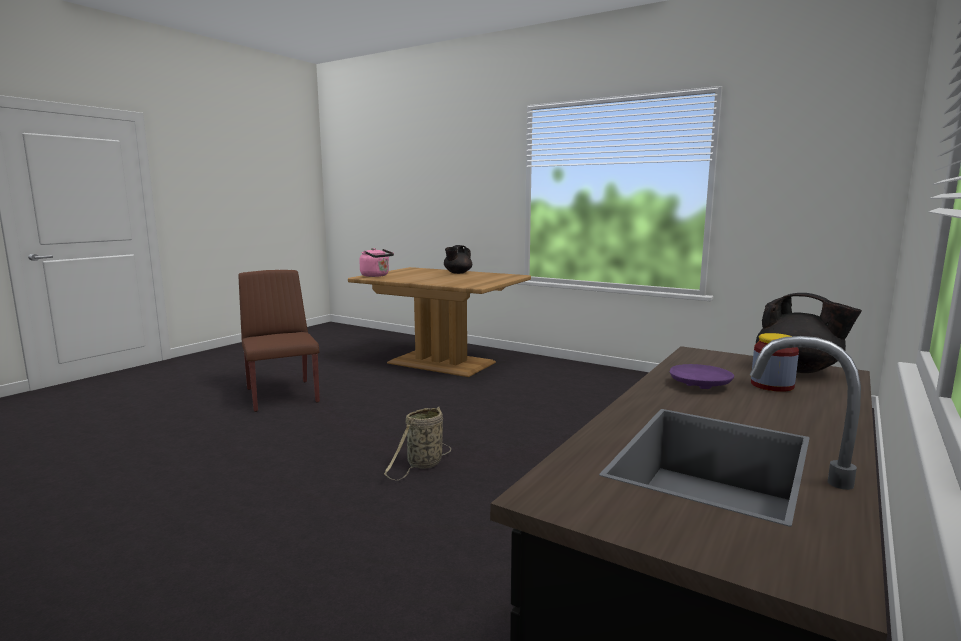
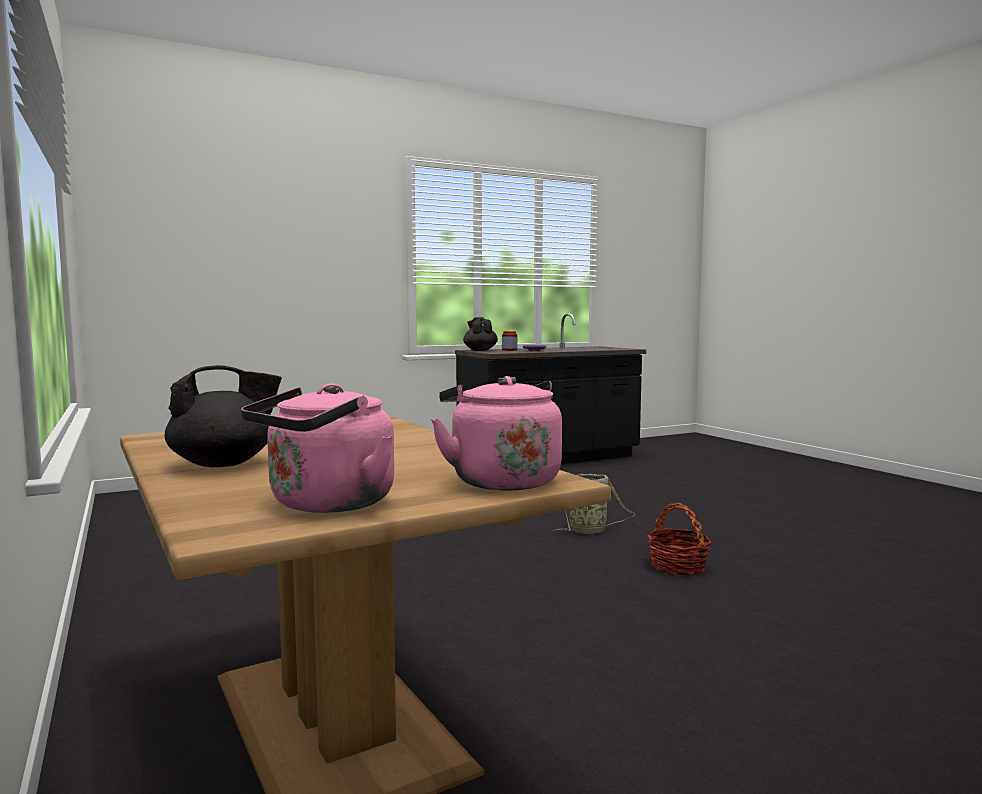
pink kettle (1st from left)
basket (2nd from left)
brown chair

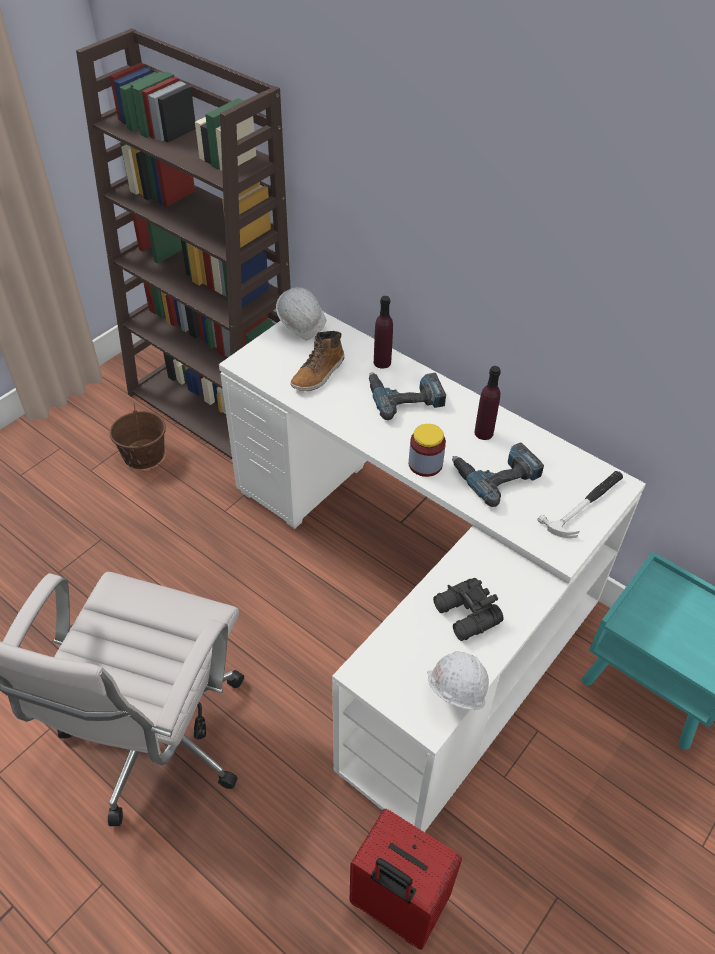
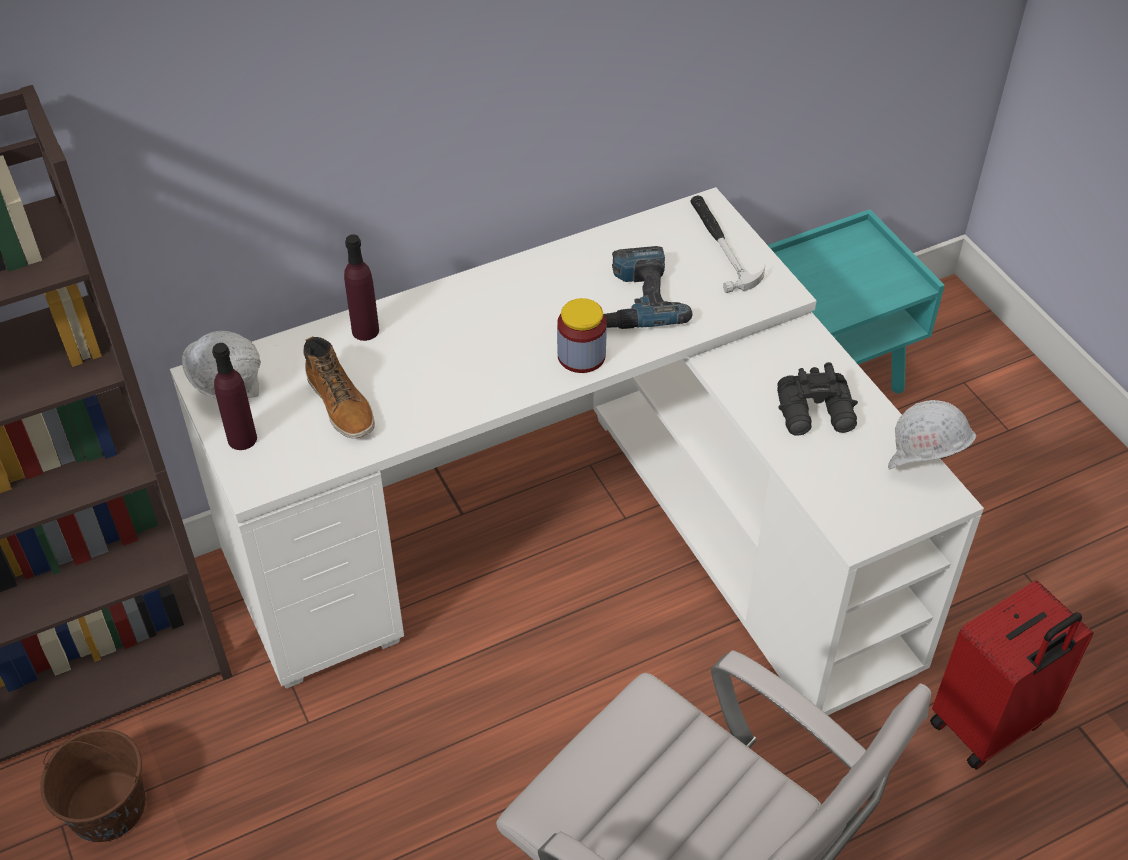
purple bottle (1st from left)
power drill (1st from left in the first image)

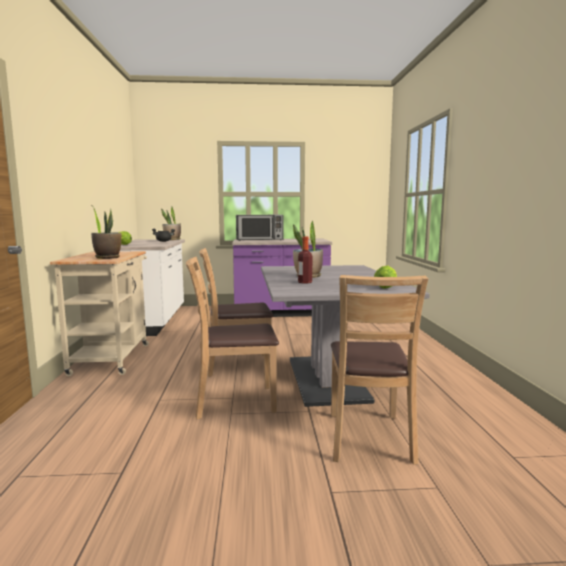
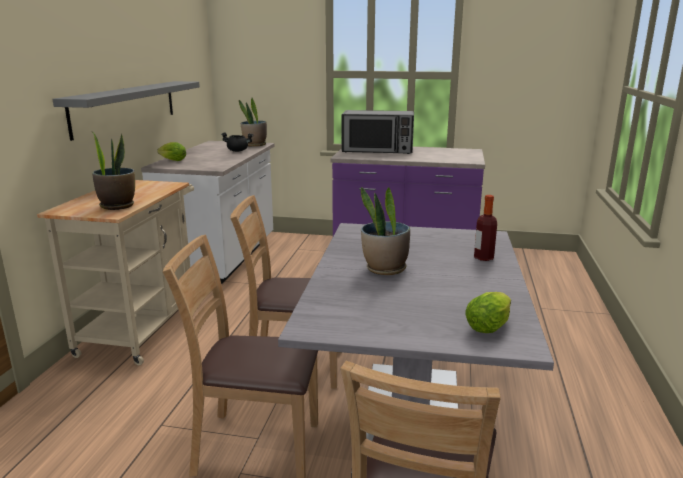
grey shelf
bottle

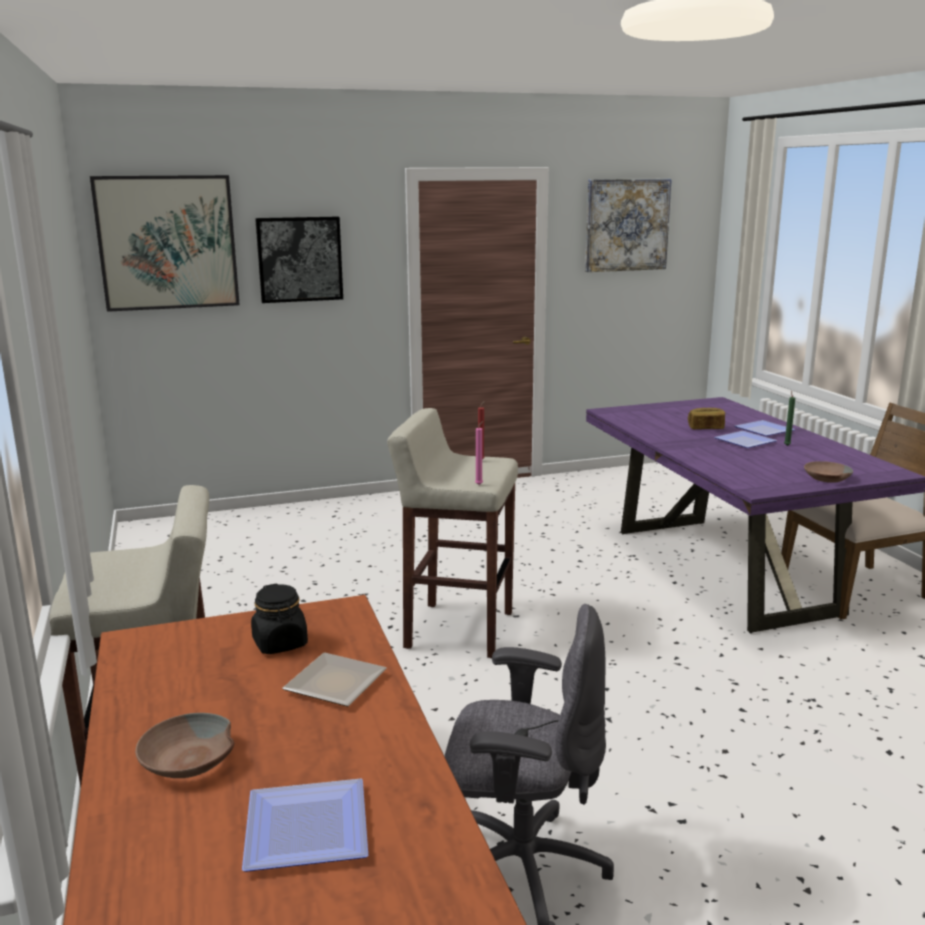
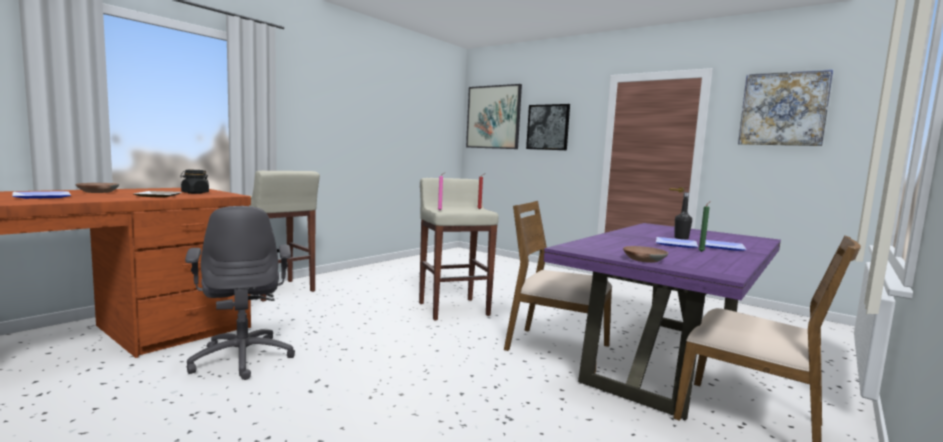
brown chair (1st from left)
black bottle

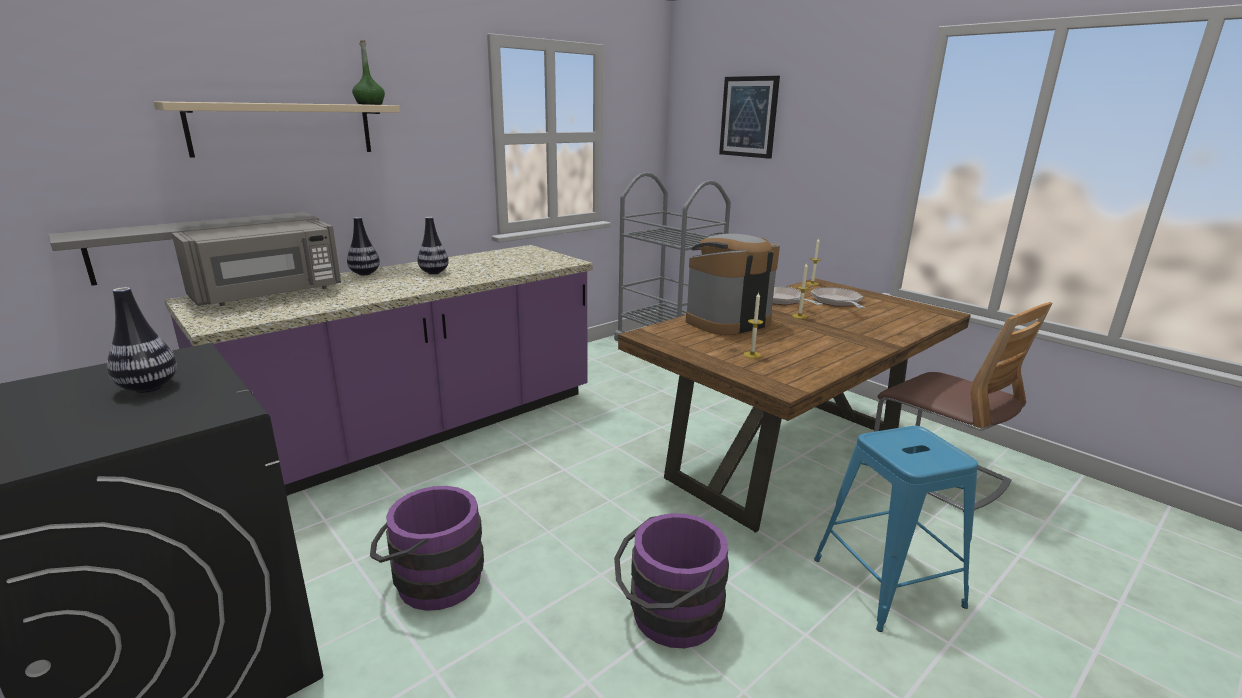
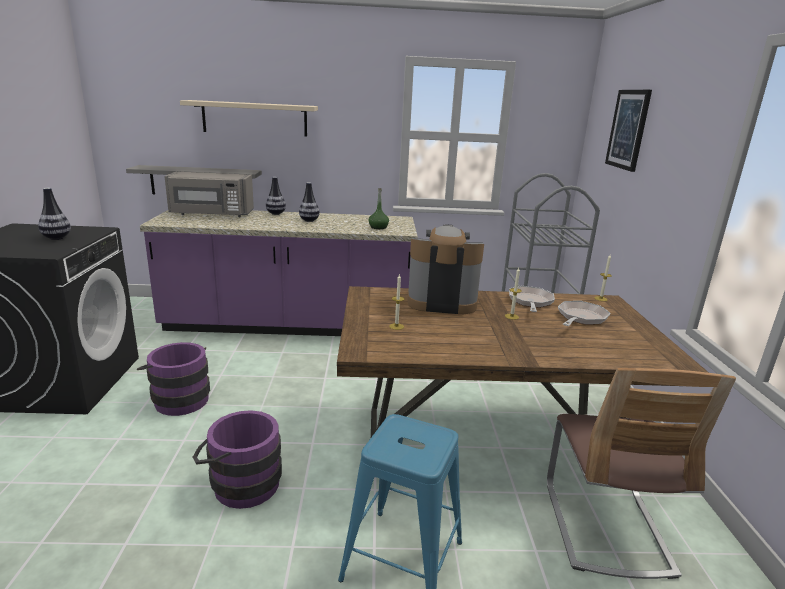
green bottle

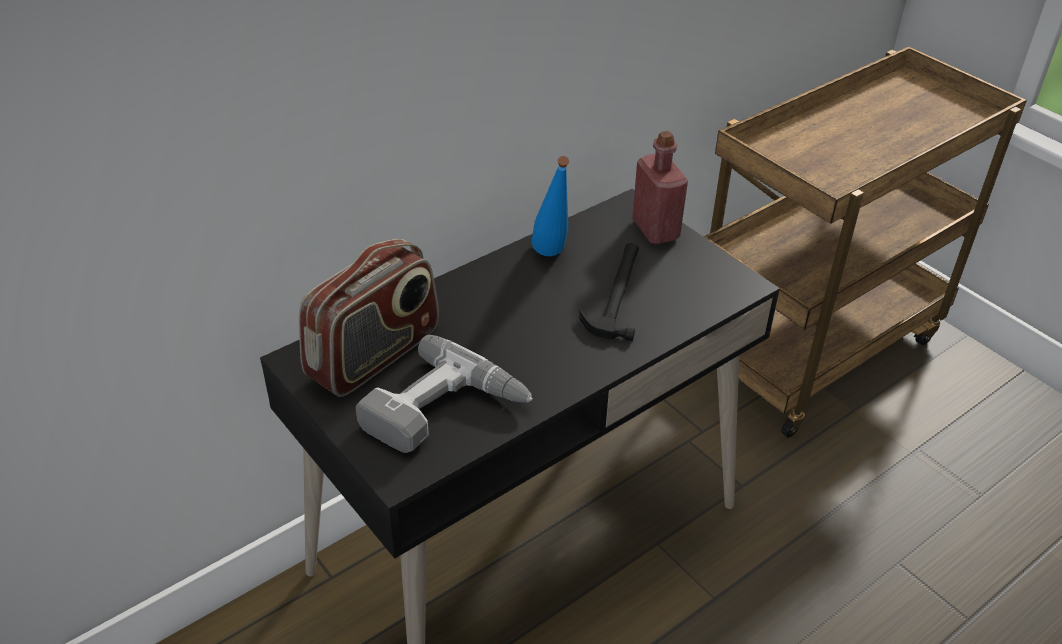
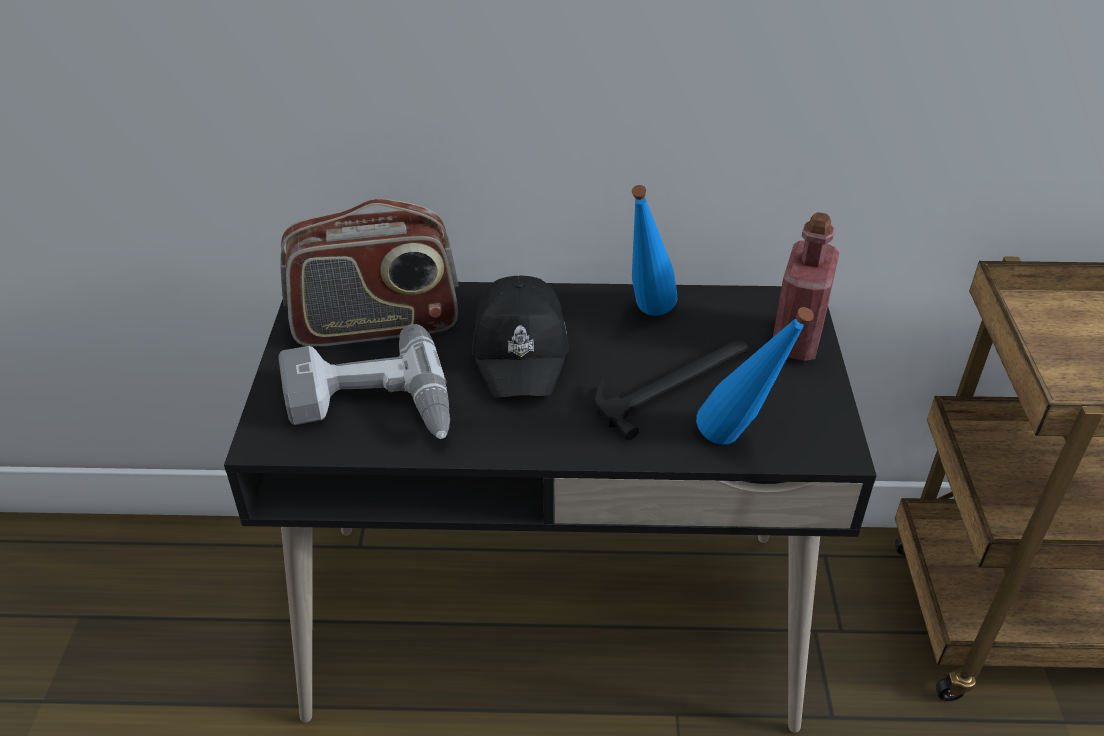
black cap
blue bottle (2nd from left)

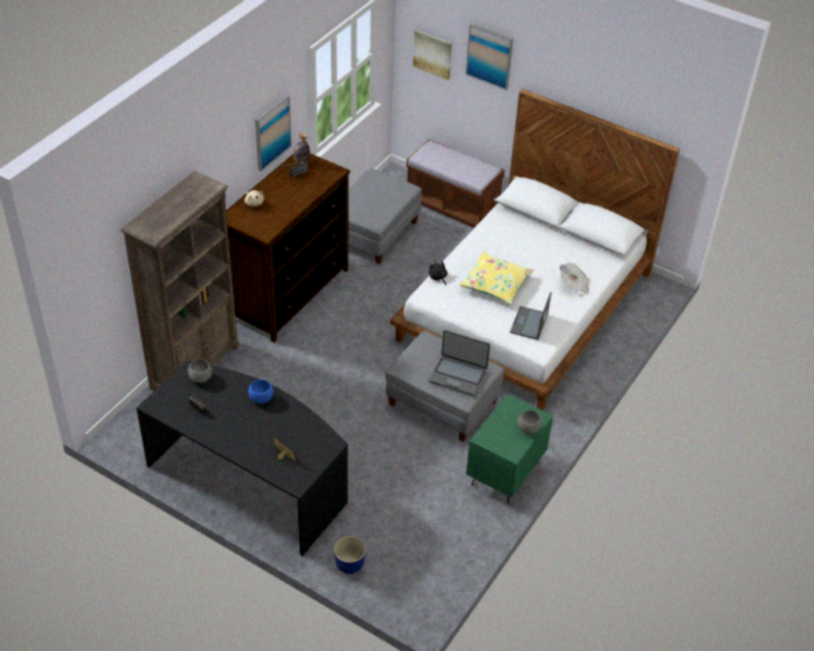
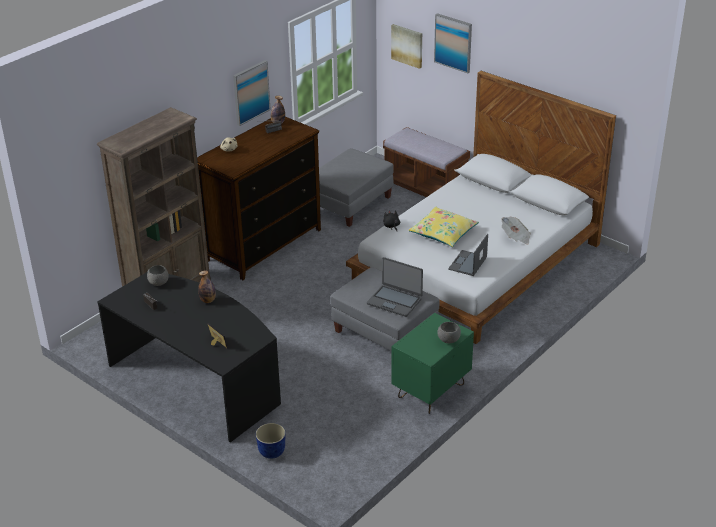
bottle (1st from left)

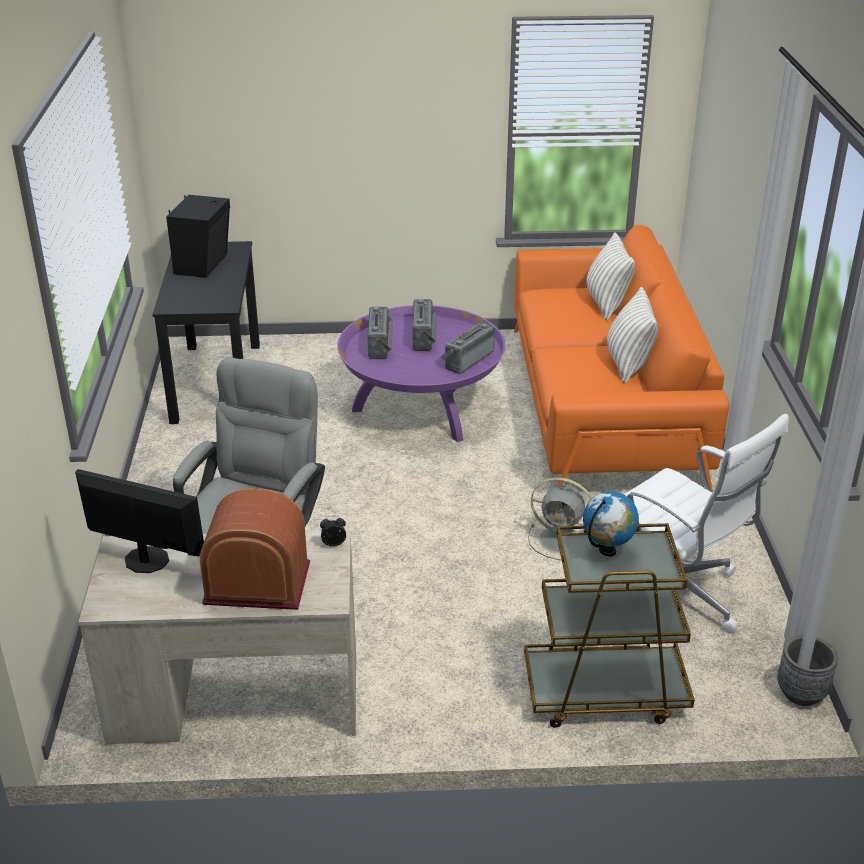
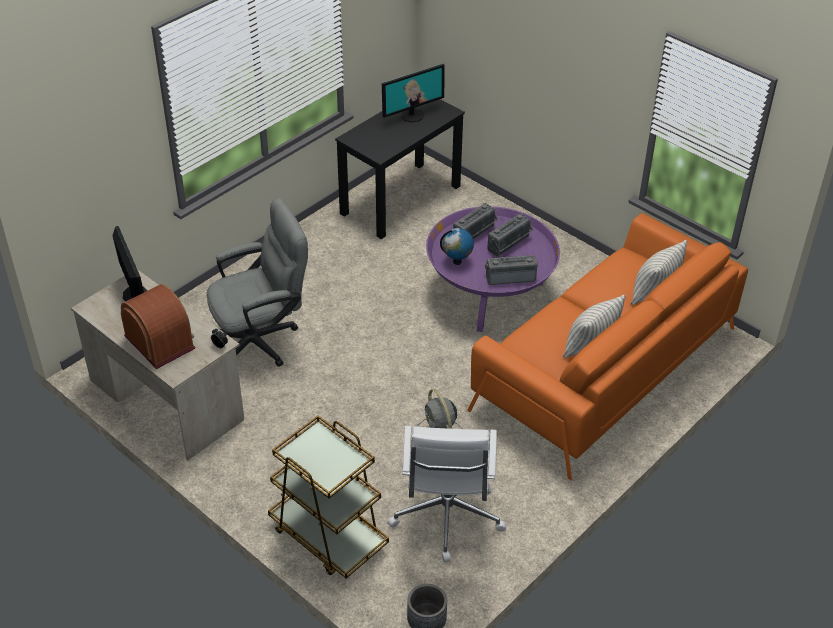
monitor (2nd from left)
globe

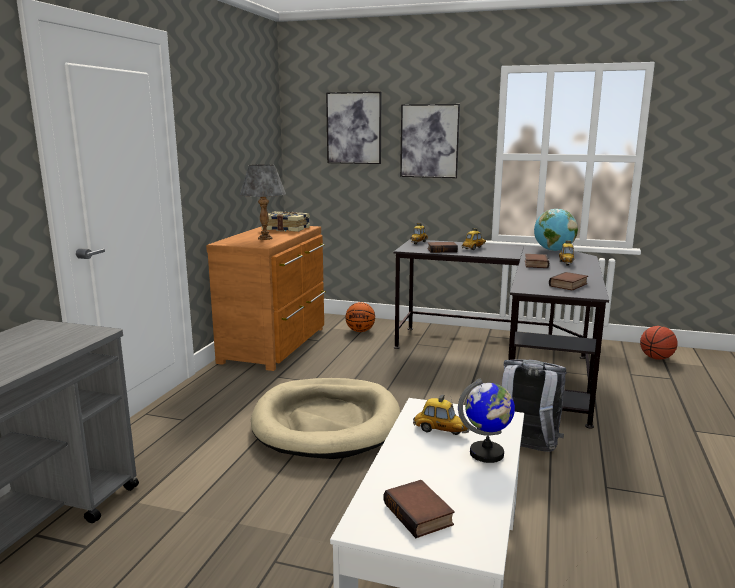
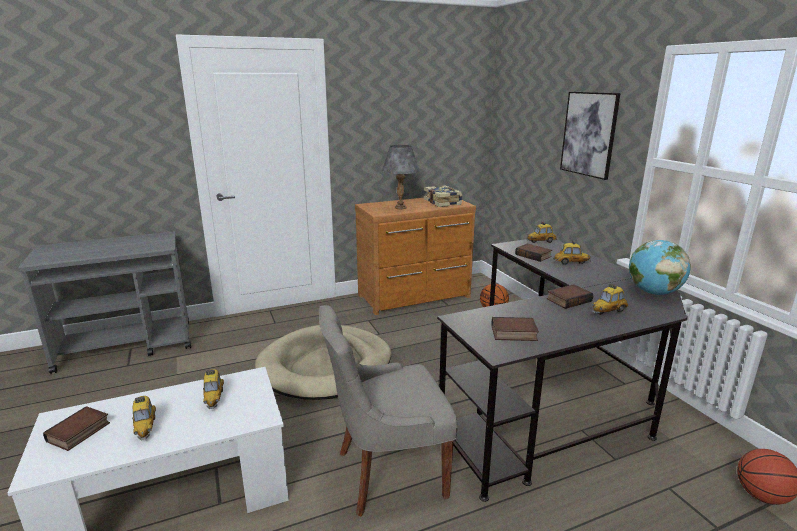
toy car (1st from left)
grey chair
picture (1st from left in the first image)
globe (1st from left in the first image)

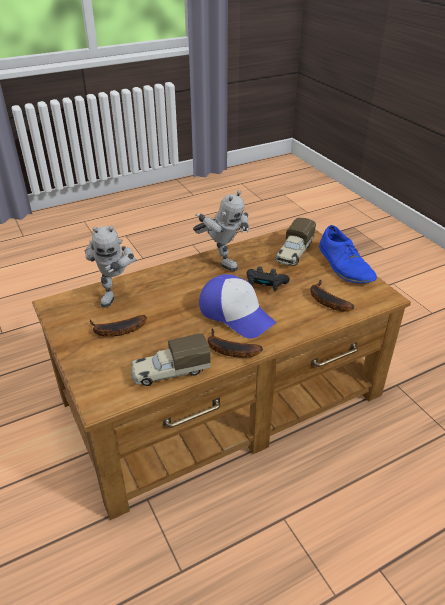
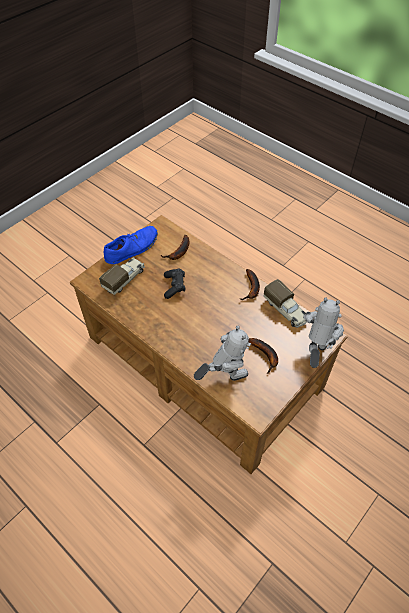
toy truck (1st from left)
toy robot (2nd from left)
cap

